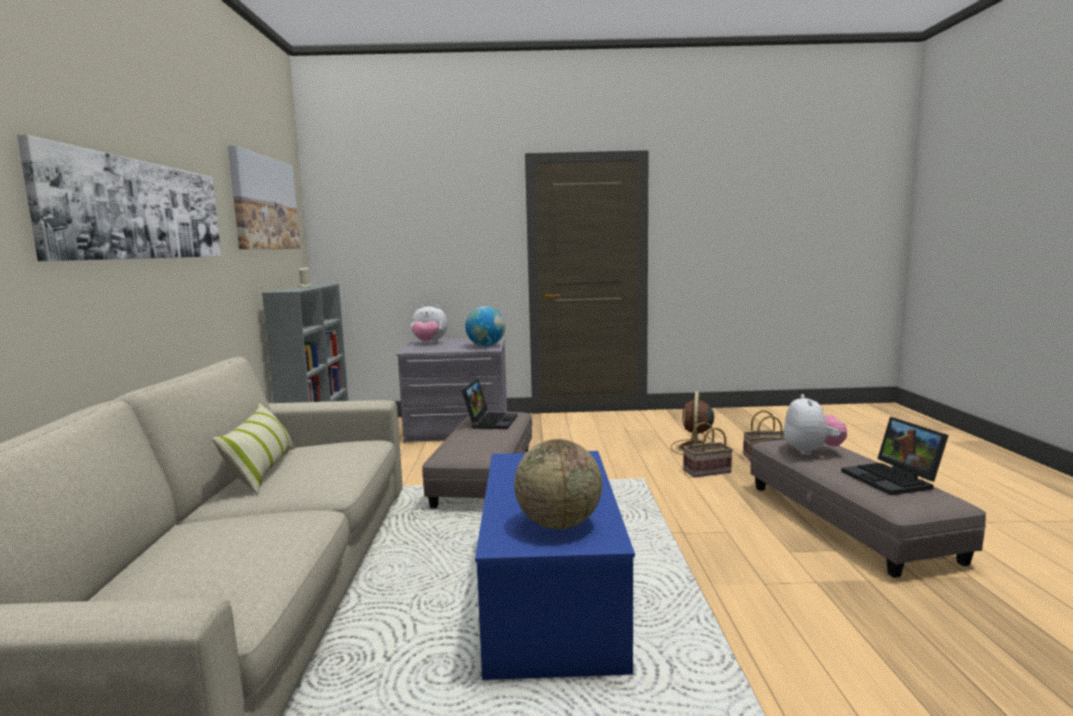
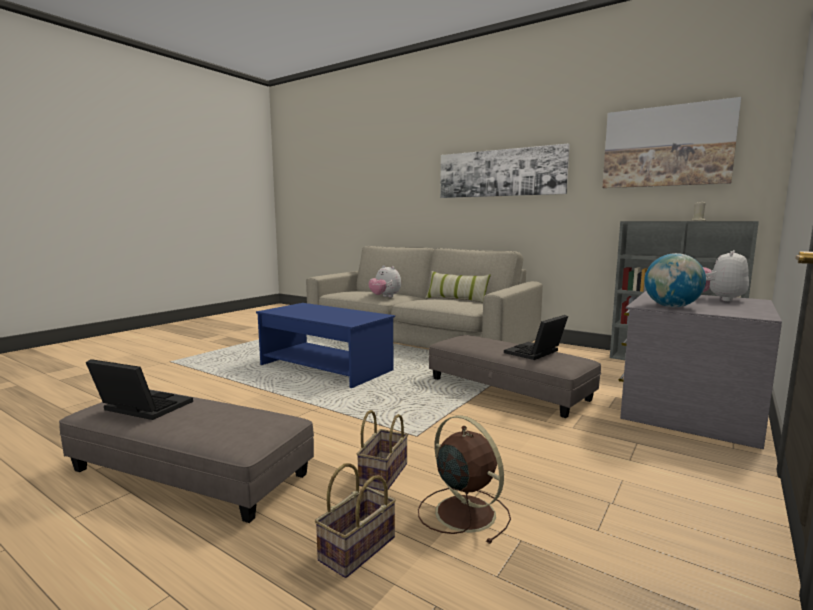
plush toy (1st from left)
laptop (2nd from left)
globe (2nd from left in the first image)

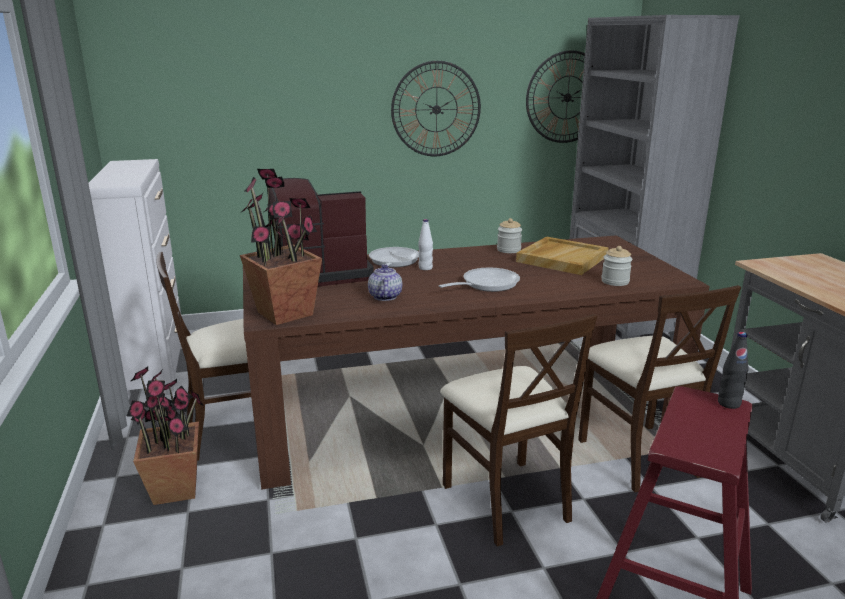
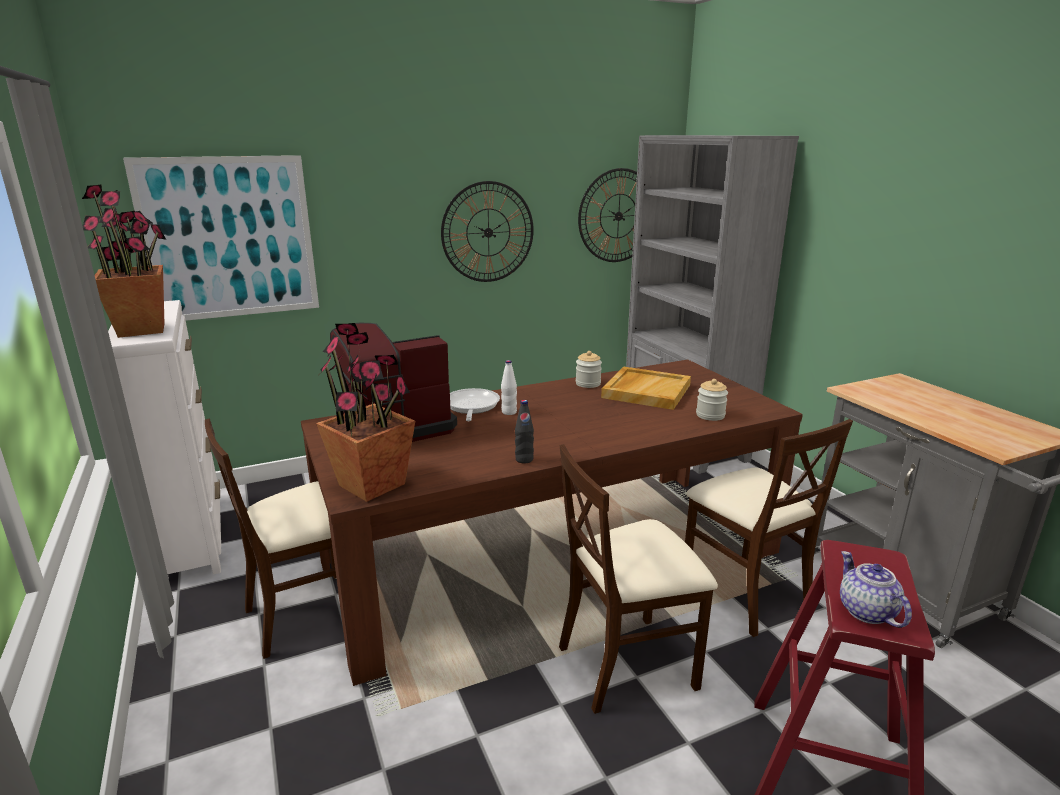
potted plant (1st from left)
picture
black bottle
beige chair (2nd from left)
teapot
frying pan (2nd from left in the first image)

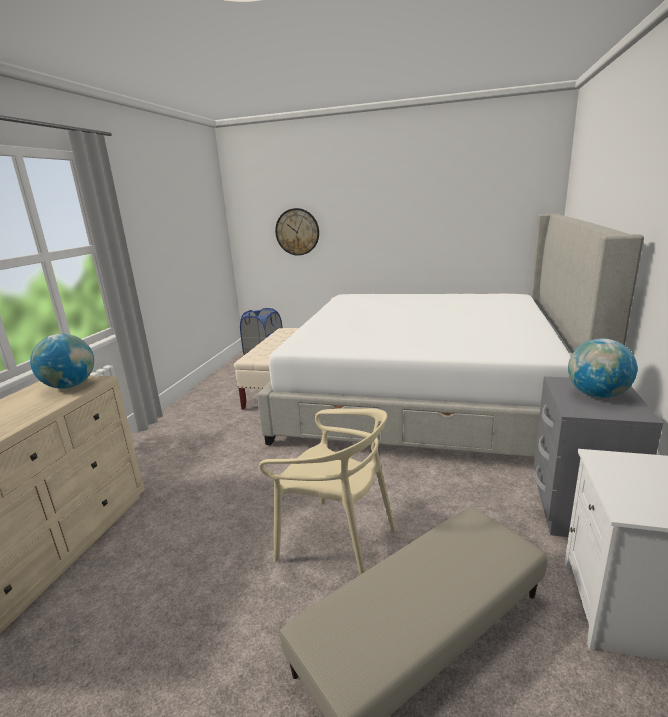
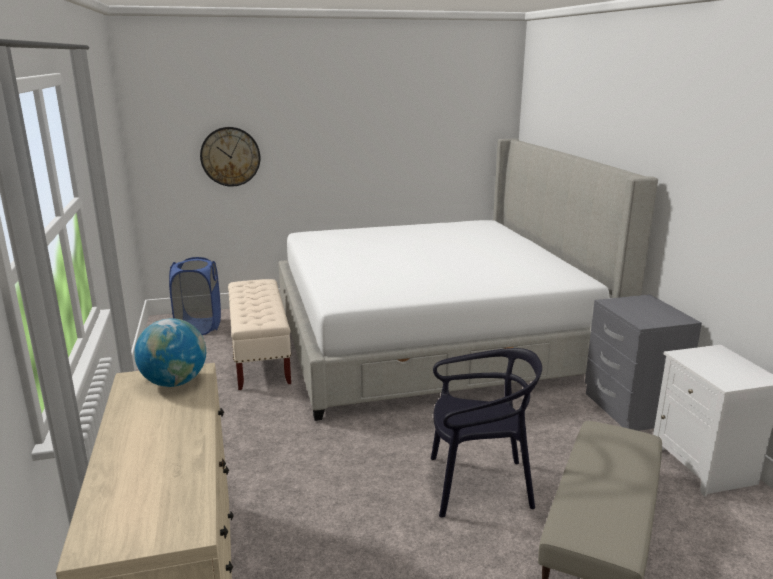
black chair
globe (2nd from left in the first image)

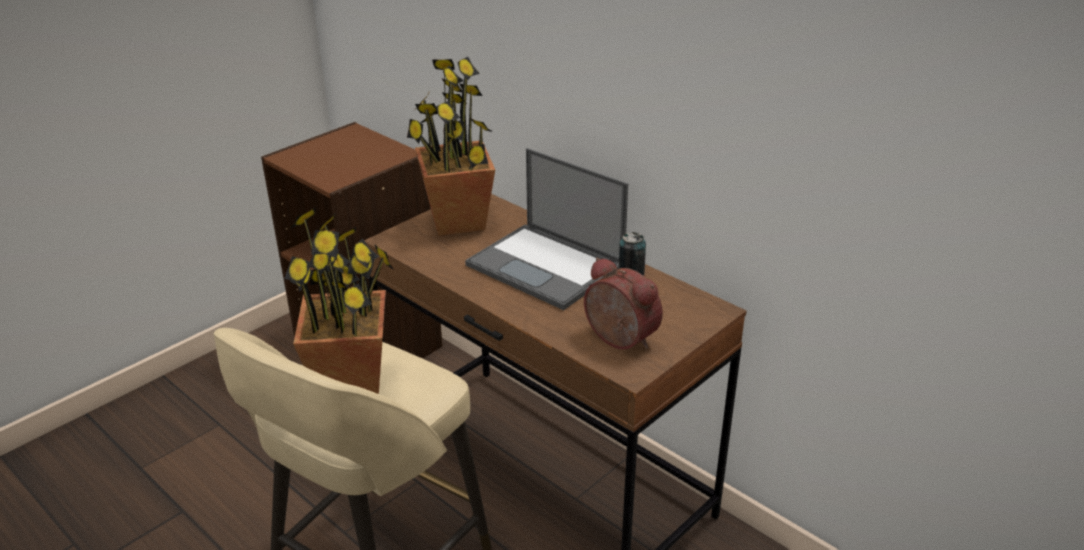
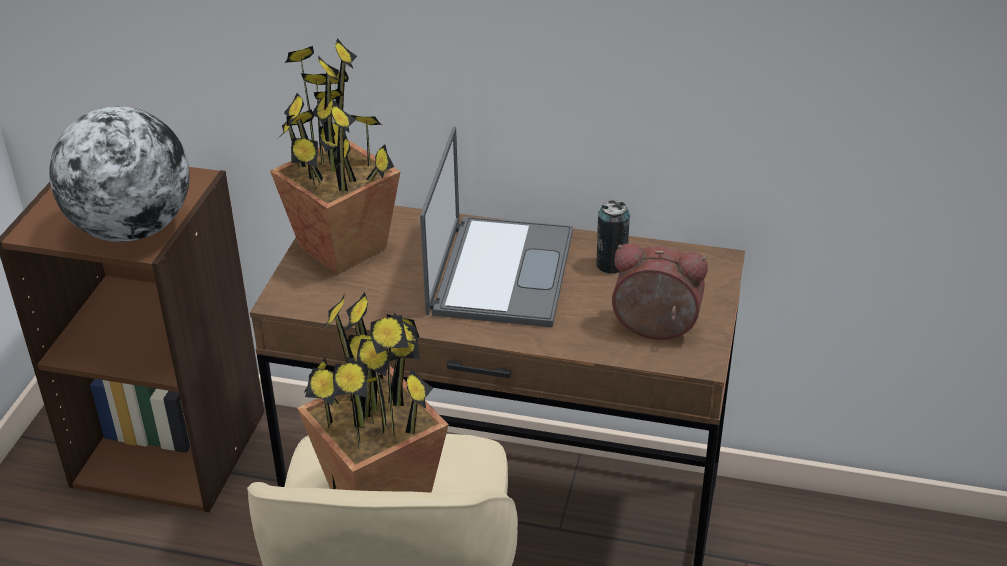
globe
laptop

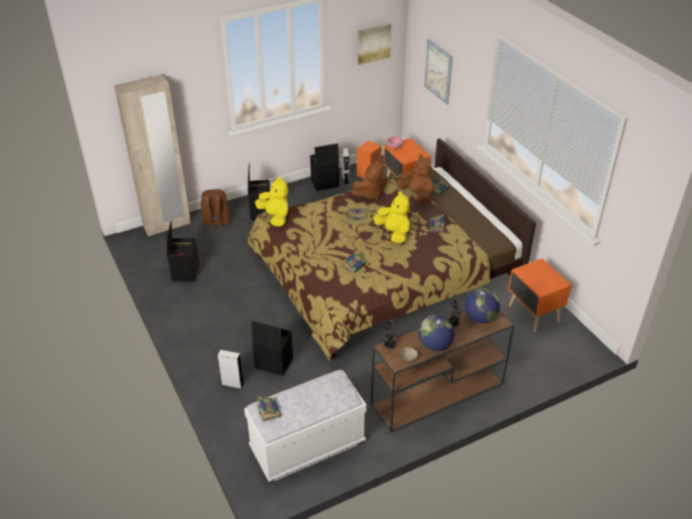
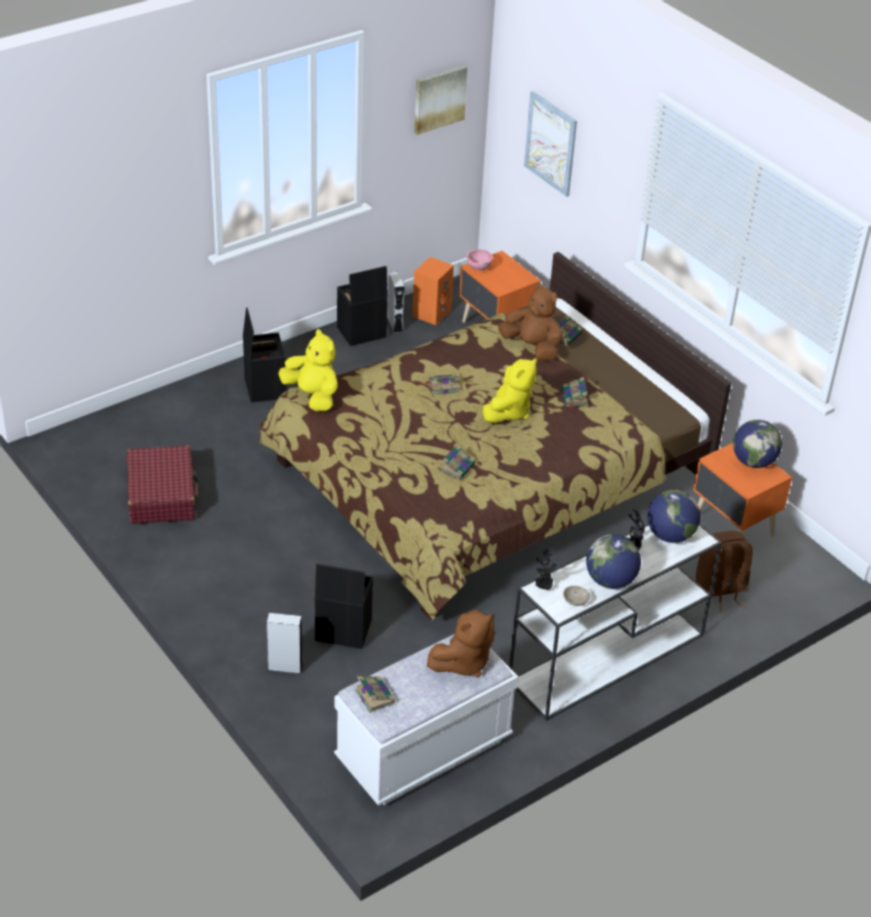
red suitcase
brown plush toy (1st from left)
yellow plush toy (2nd from left)
white console table
brown backpack
globe (3rd from left)
beige wardrobe

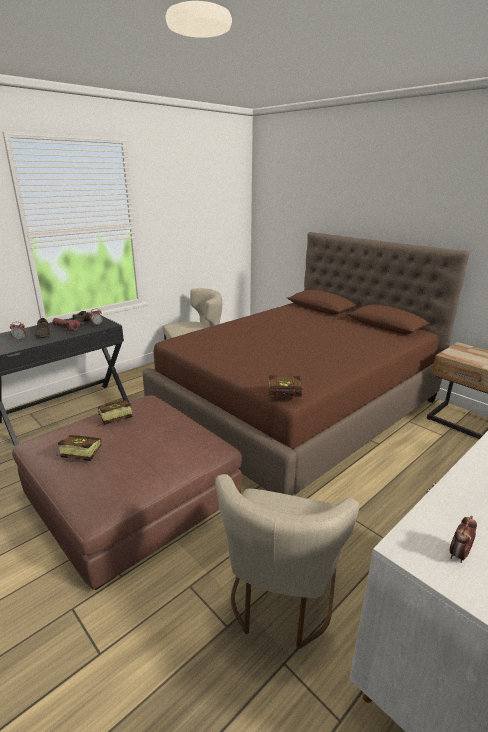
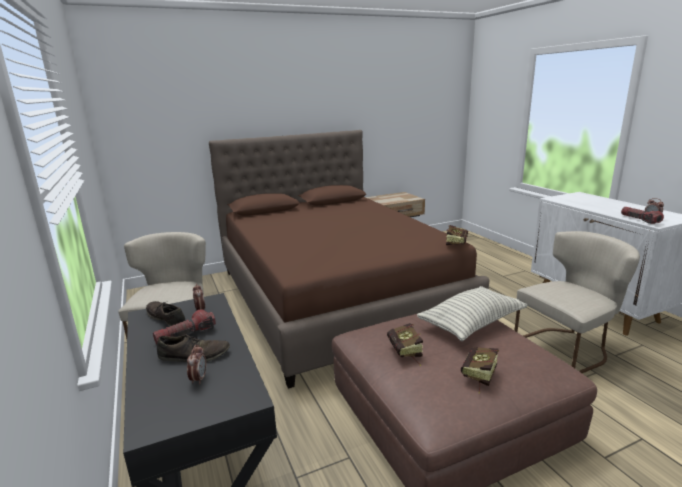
pillow
beige chair (2nd from left)
flashlight (2nd from left)

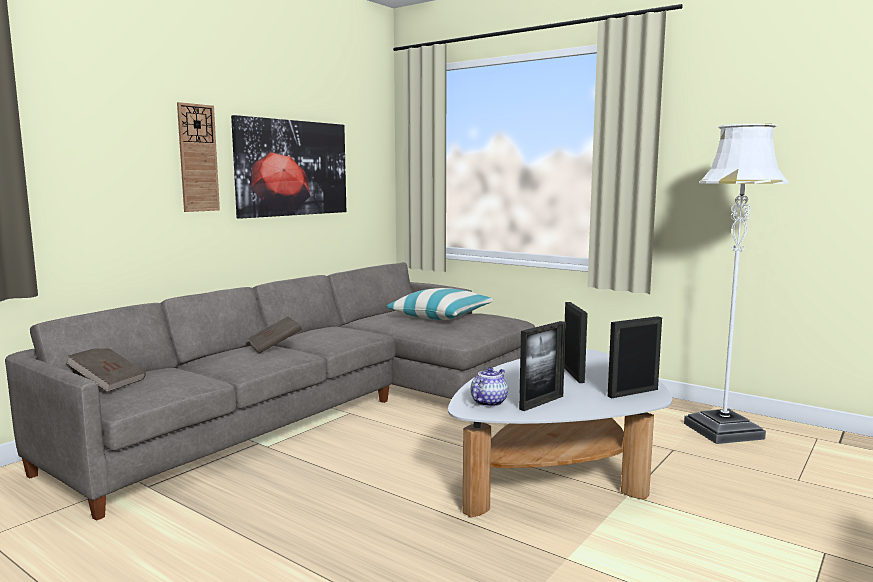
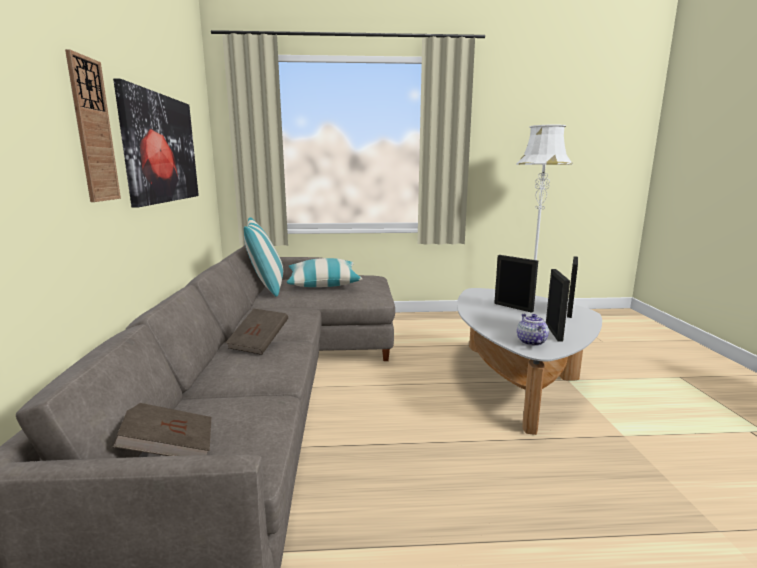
pillow (1st from left)

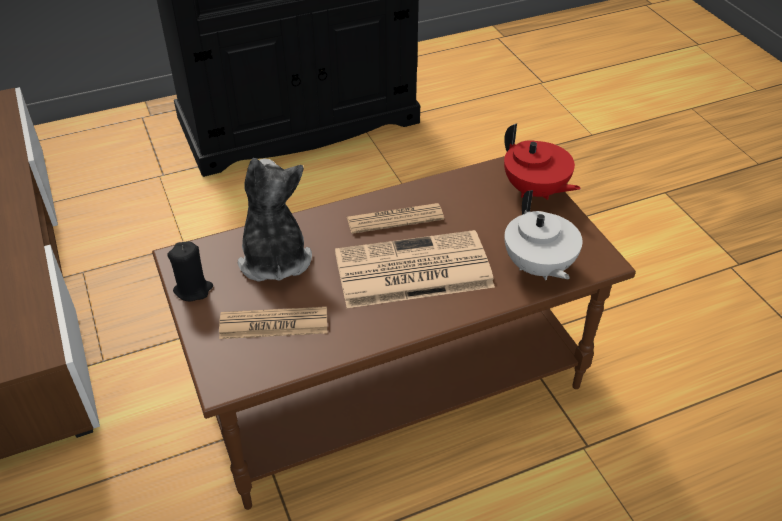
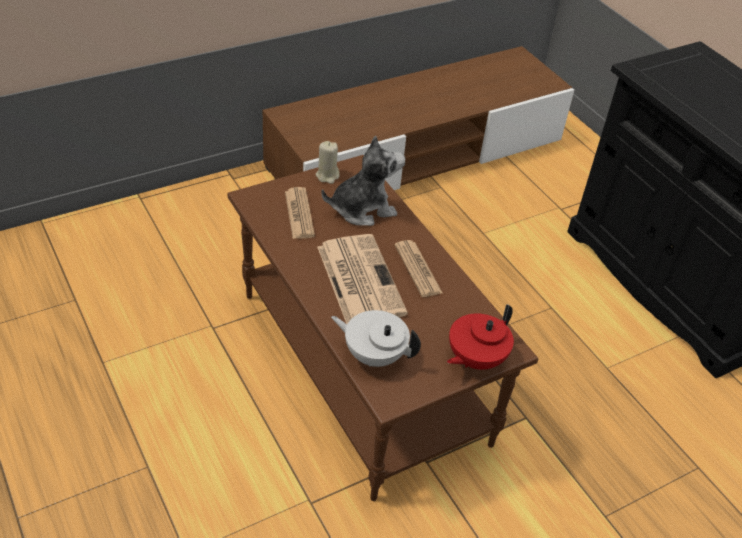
beige candle
white teapot

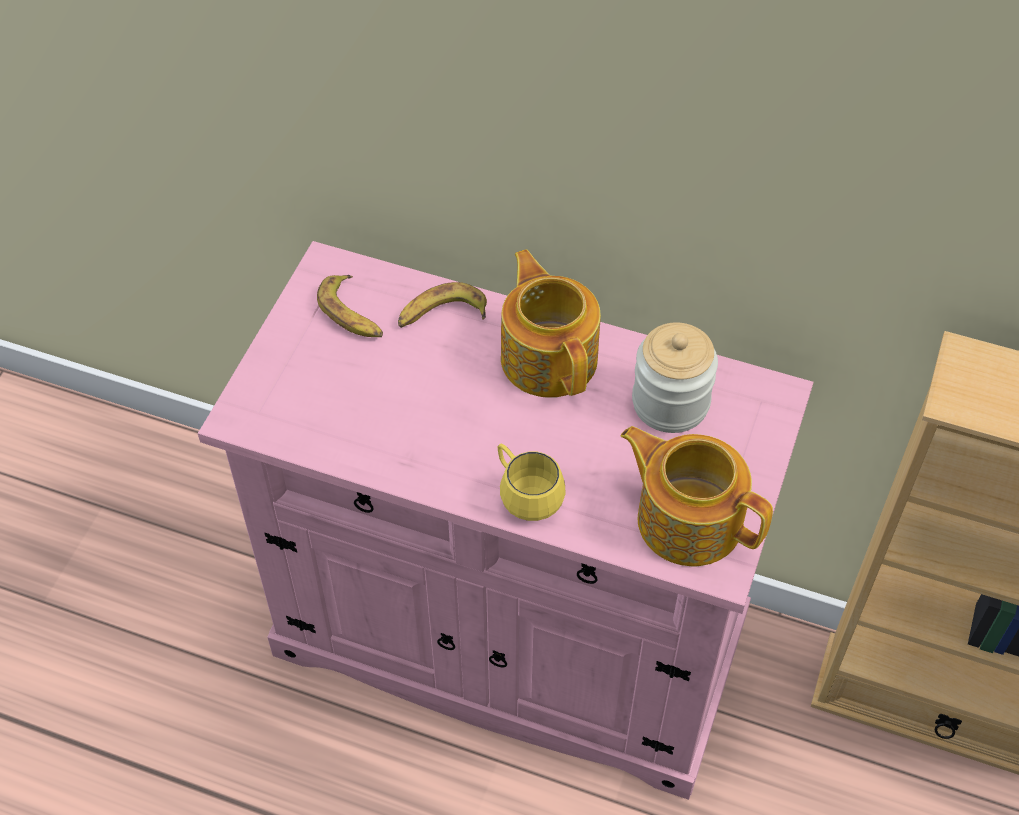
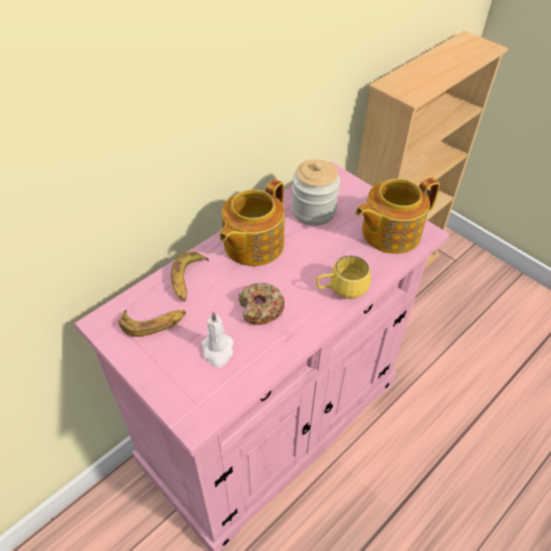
white candle
teapot (1st from left)
donut

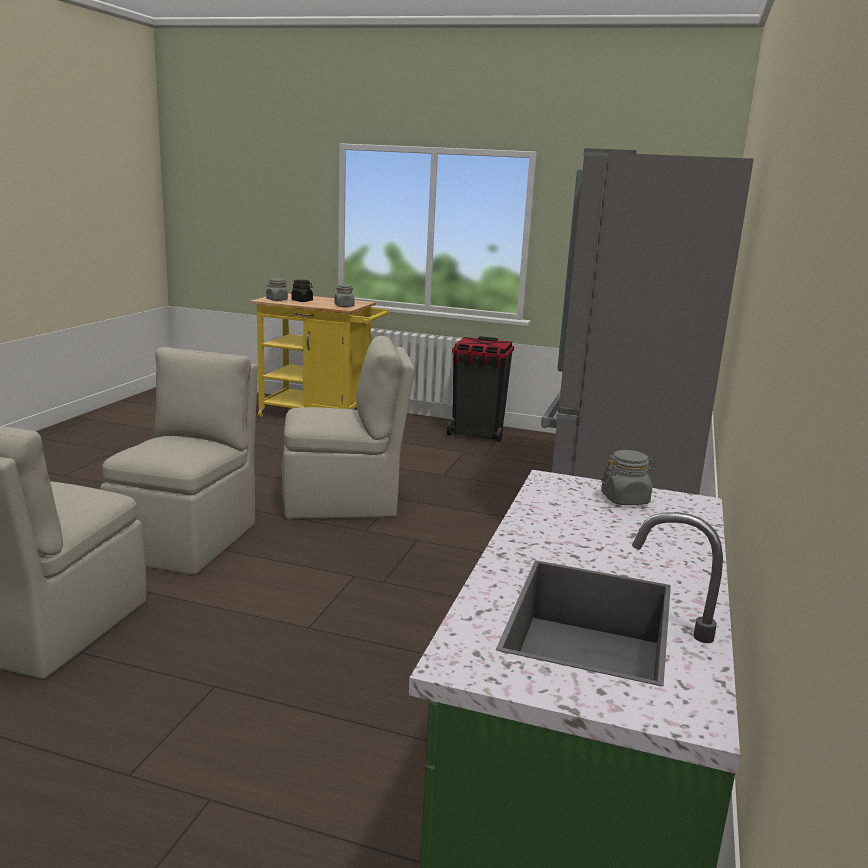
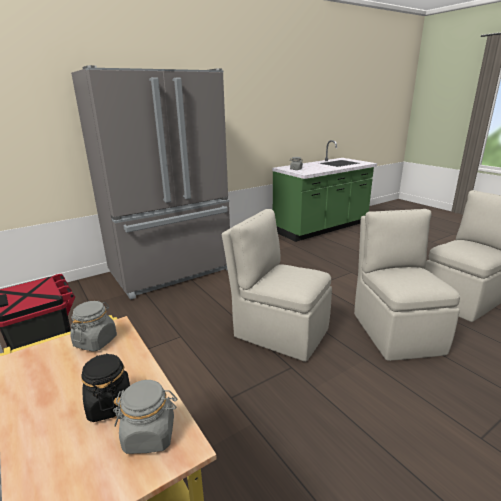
beige chair (2nd from left)

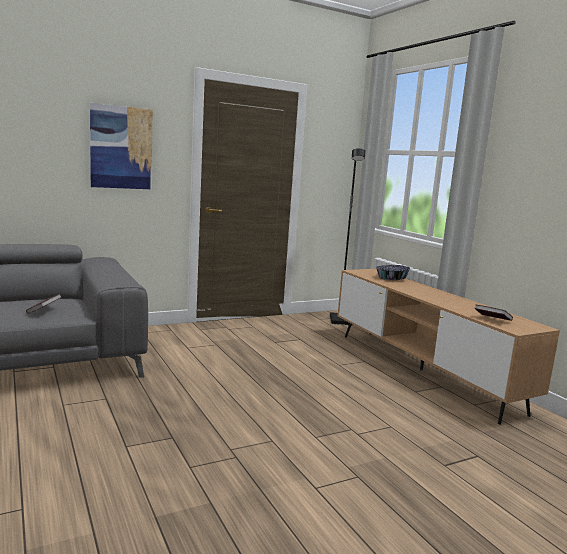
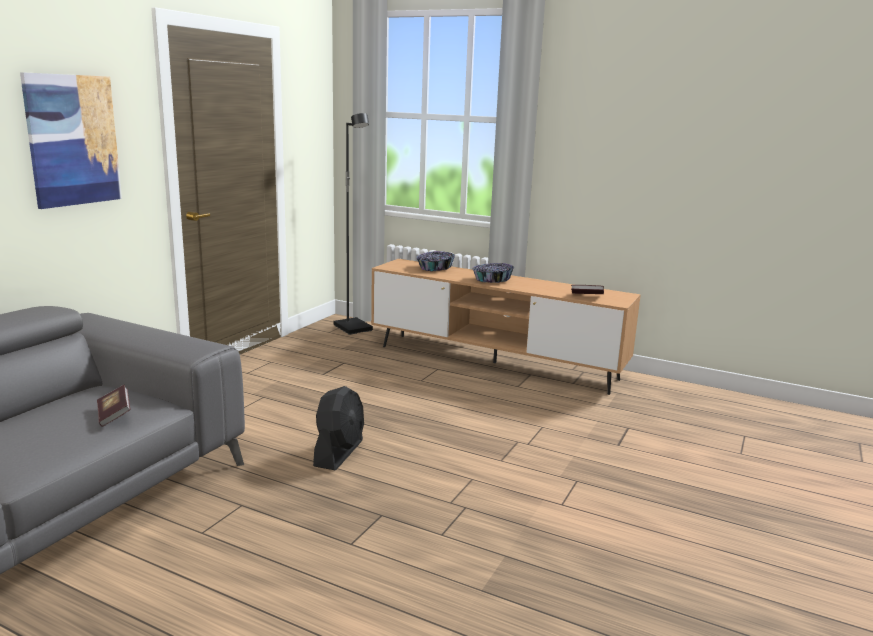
black fan
bowl (2nd from left)

